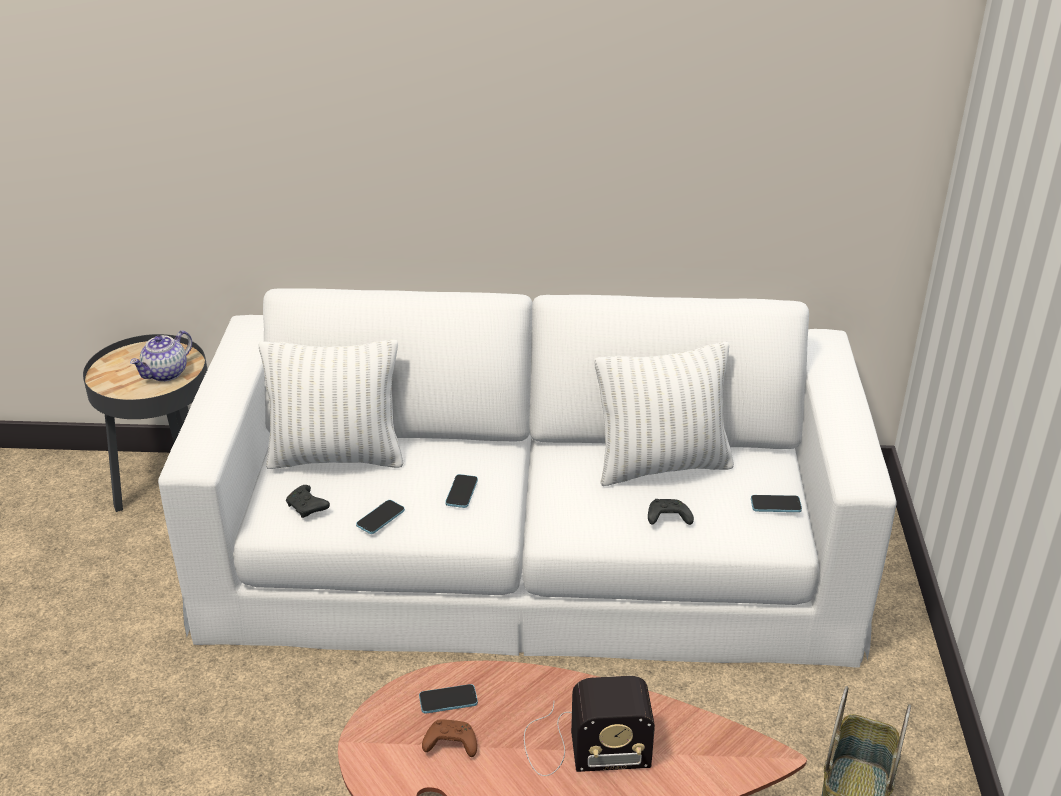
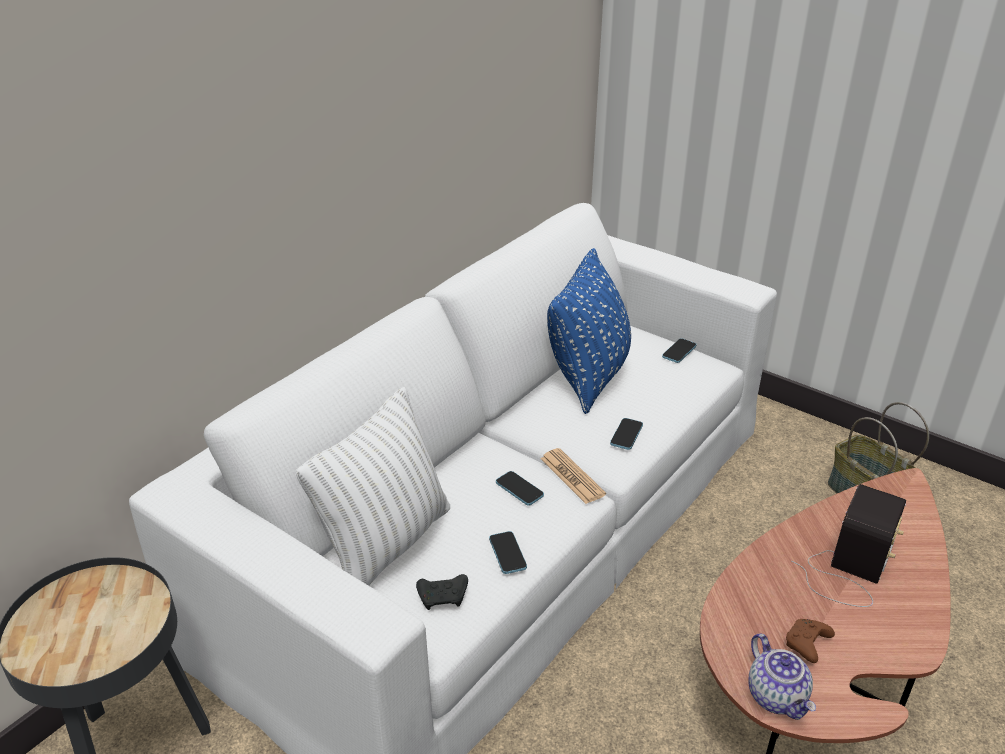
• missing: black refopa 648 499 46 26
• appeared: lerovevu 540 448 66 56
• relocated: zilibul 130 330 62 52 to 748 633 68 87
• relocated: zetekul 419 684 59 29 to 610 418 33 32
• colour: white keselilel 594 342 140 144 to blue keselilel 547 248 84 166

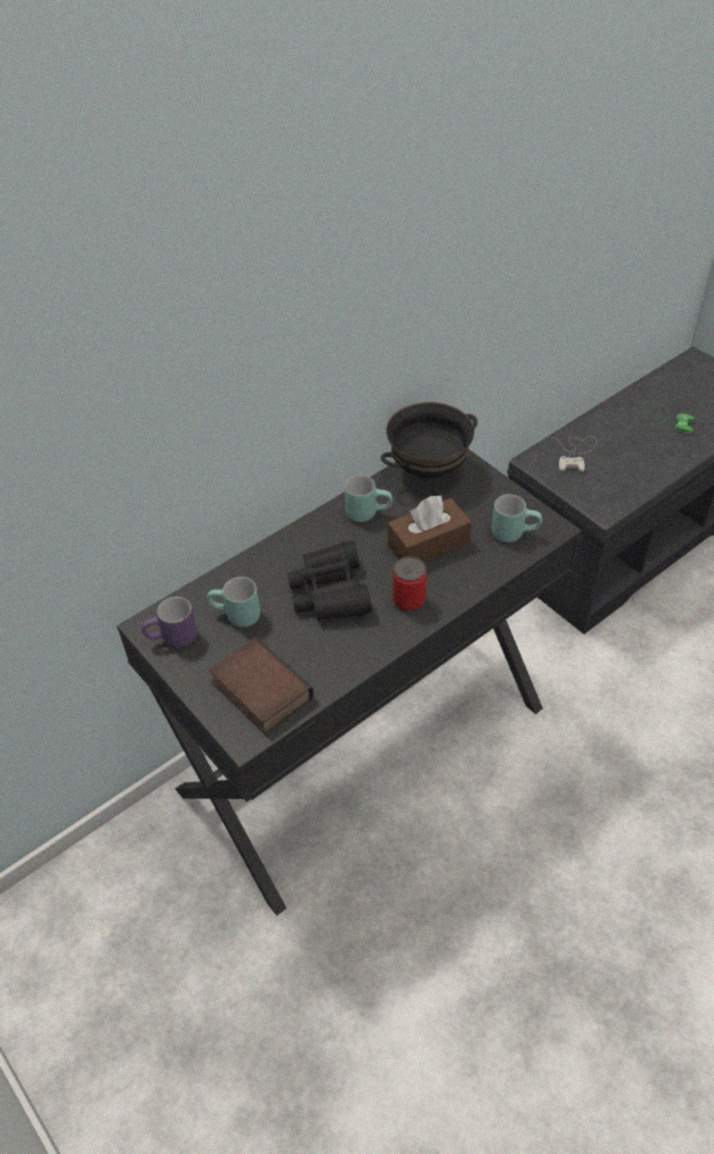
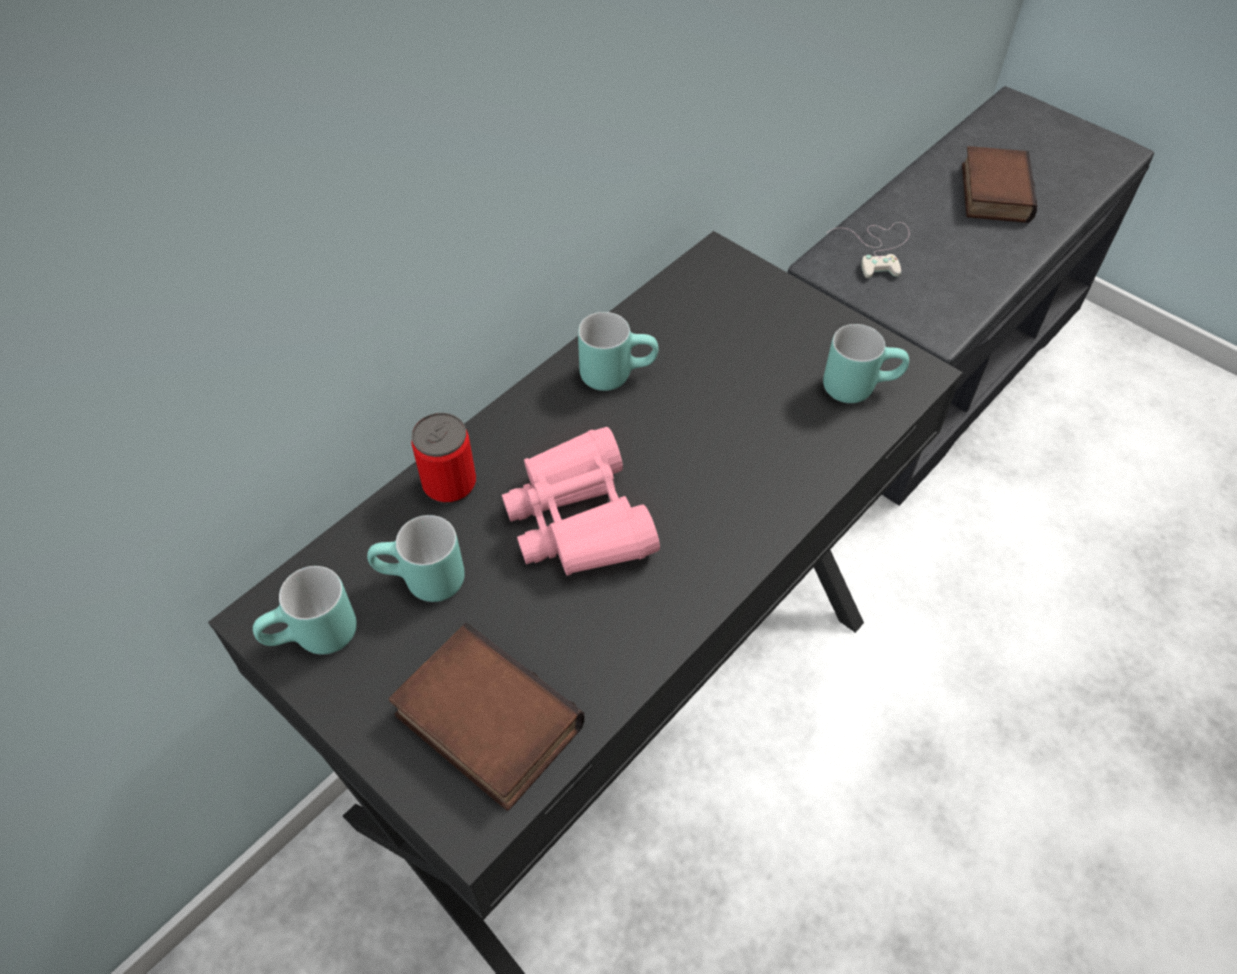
• missing: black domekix 381 402 97 80
• missing: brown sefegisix 387 496 84 66
• relocated: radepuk 393 556 34 56 to 411 413 65 91
• exchanged: green refopa 642 401 52 35 to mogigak 962 146 75 77
• colour: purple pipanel 141 597 56 51 to turquoise pipanel 253 566 104 89
• colour: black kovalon 287 541 85 79 to pink kovalon 502 427 158 149

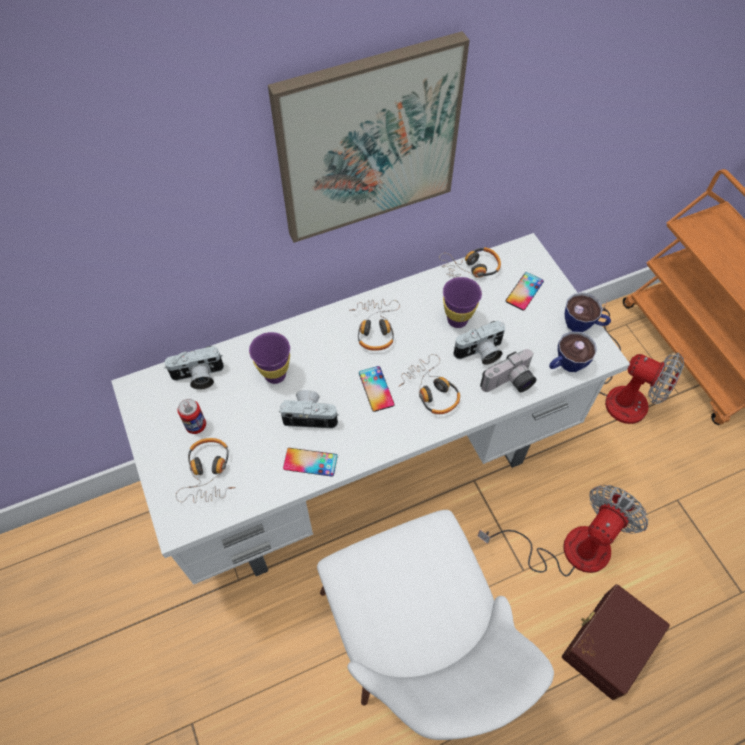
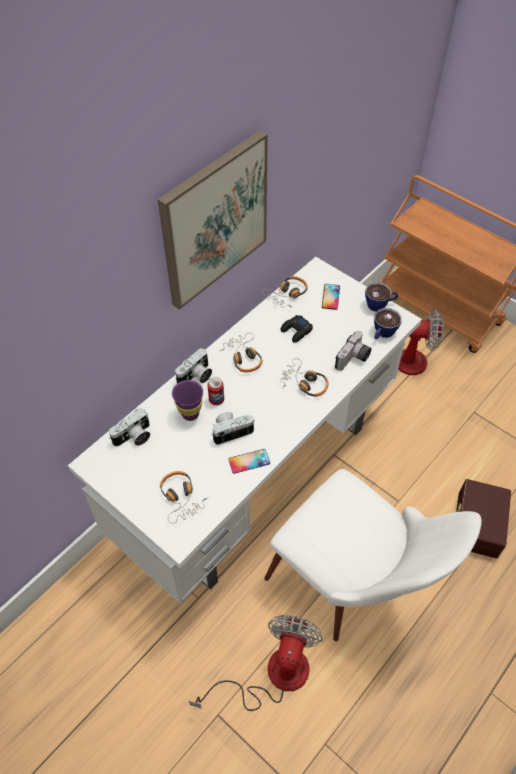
• missing: zetekul 359 366 36 46
• relocated: radepuk 177 399 29 35 to 207 377 17 28
• relocated: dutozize 453 320 52 45 to 175 348 37 35
• relocated: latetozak 478 485 170 91 to 189 615 134 96
• exchanged: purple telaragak 443 277 39 51 to black refopa 281 315 32 28

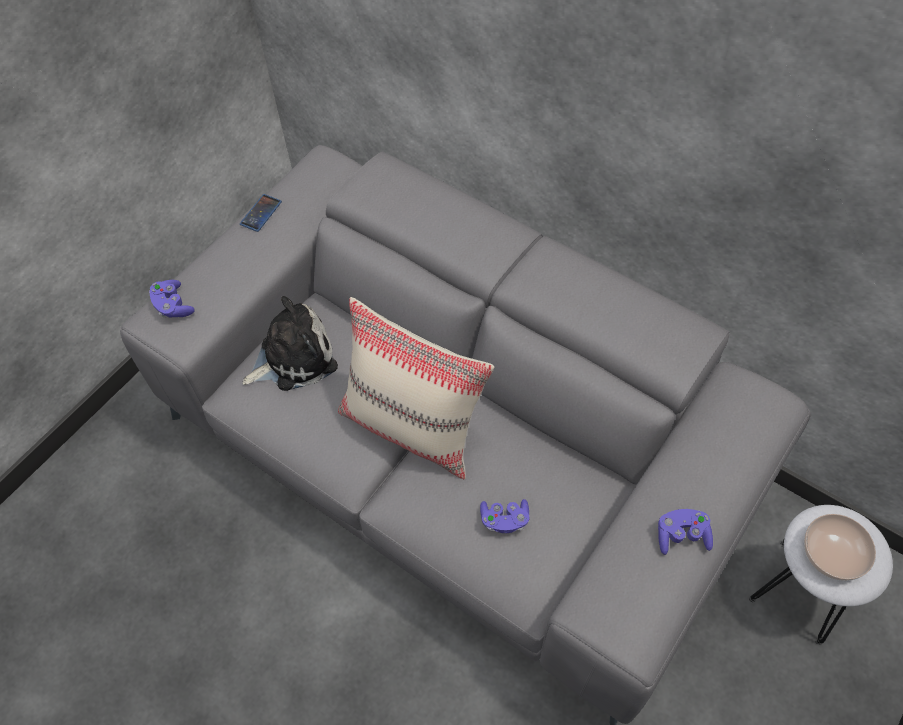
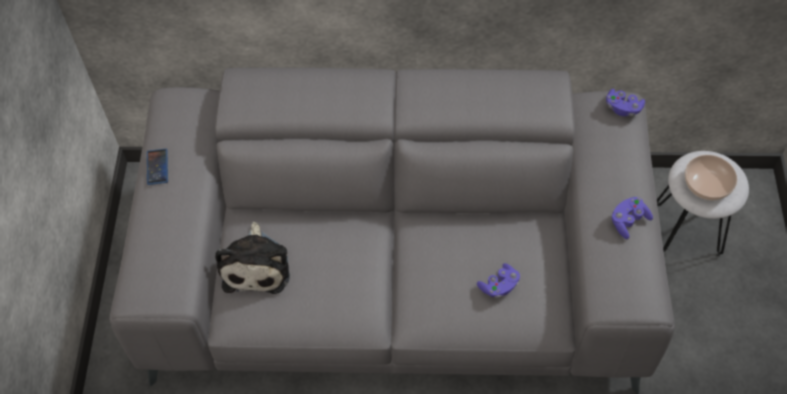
• missing: beige keselilel 338 297 157 183
• relocated: purple refopa 149 280 46 37 to 606 89 39 27
• spun: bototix 242 296 96 95 = 215 221 75 73 150 degrees clockwise

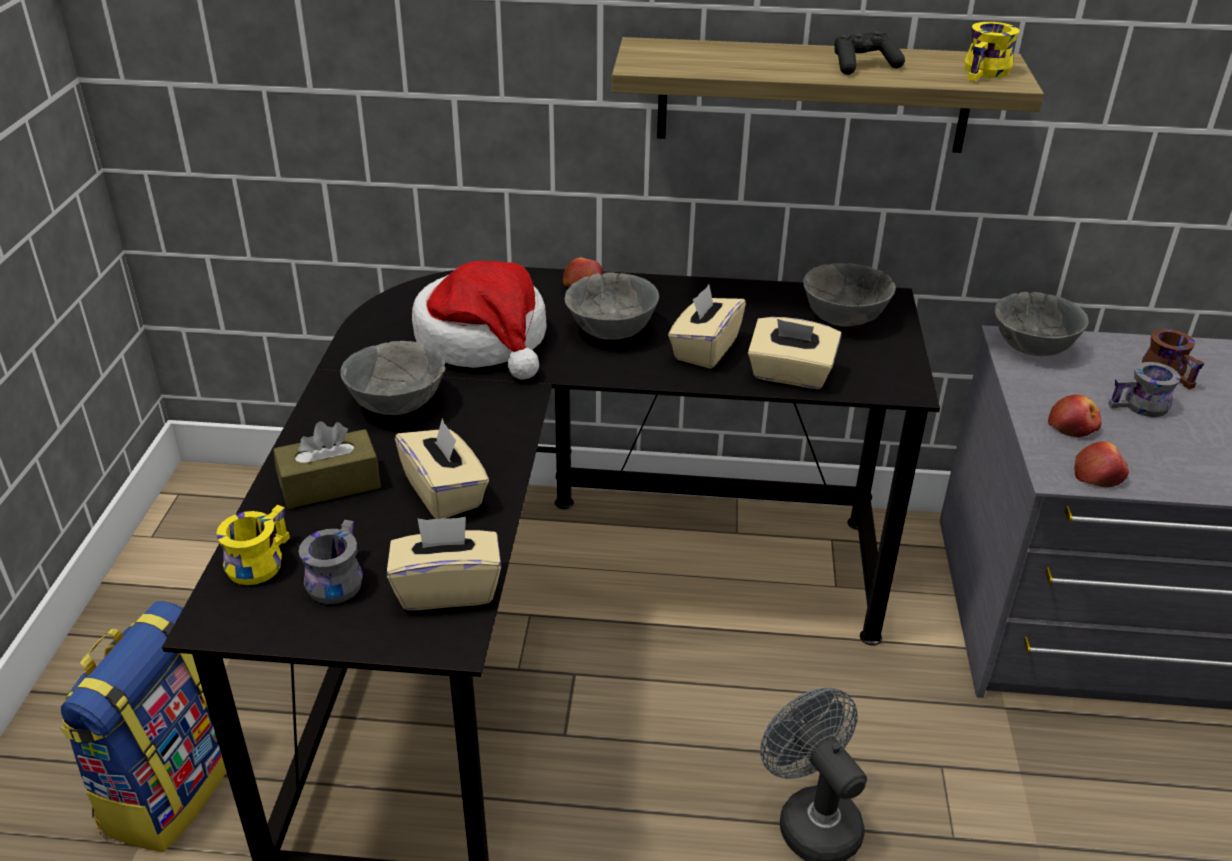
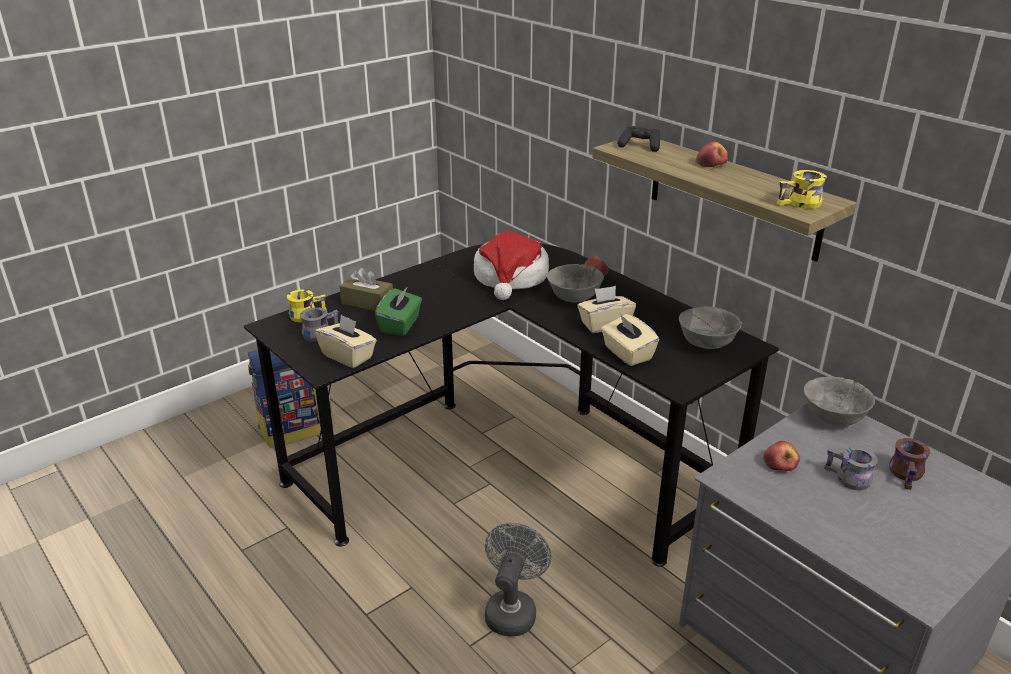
• missing: grey domekix 341 341 104 74
• relocated: black refopa 834 31 71 44 to 617 126 43 26
• relocated: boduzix 1074 441 55 46 to 695 142 33 25
• colour: beige sefegisix 395 418 94 101 to green sefegisix 375 286 47 50

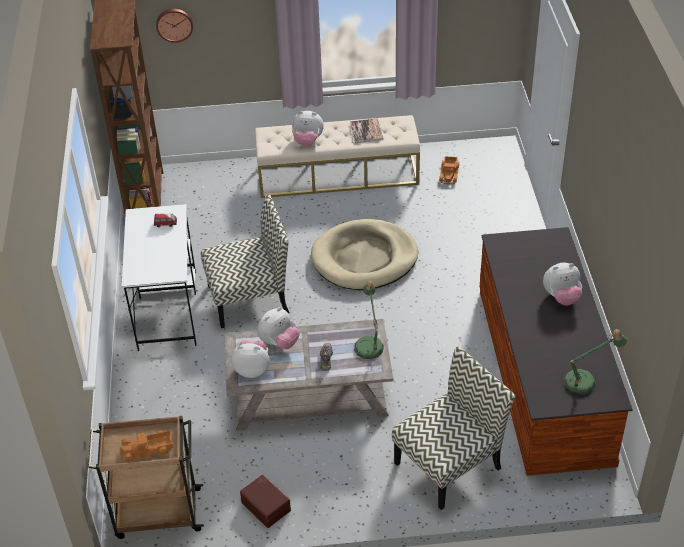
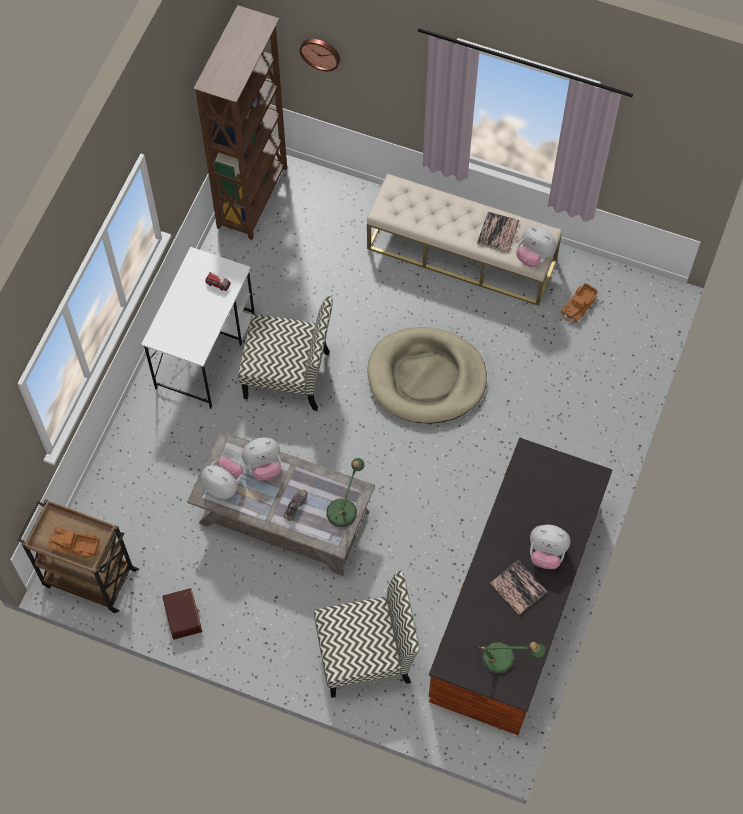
• appeared: mogigak 490 561 57 54
• relocated: bototix 292 111 32 35 to 516 226 40 41

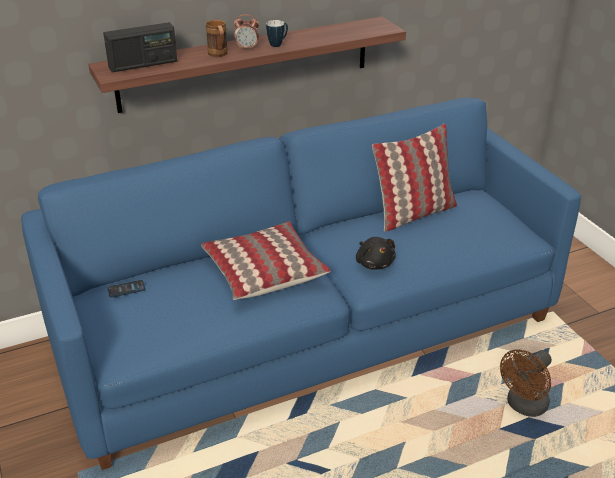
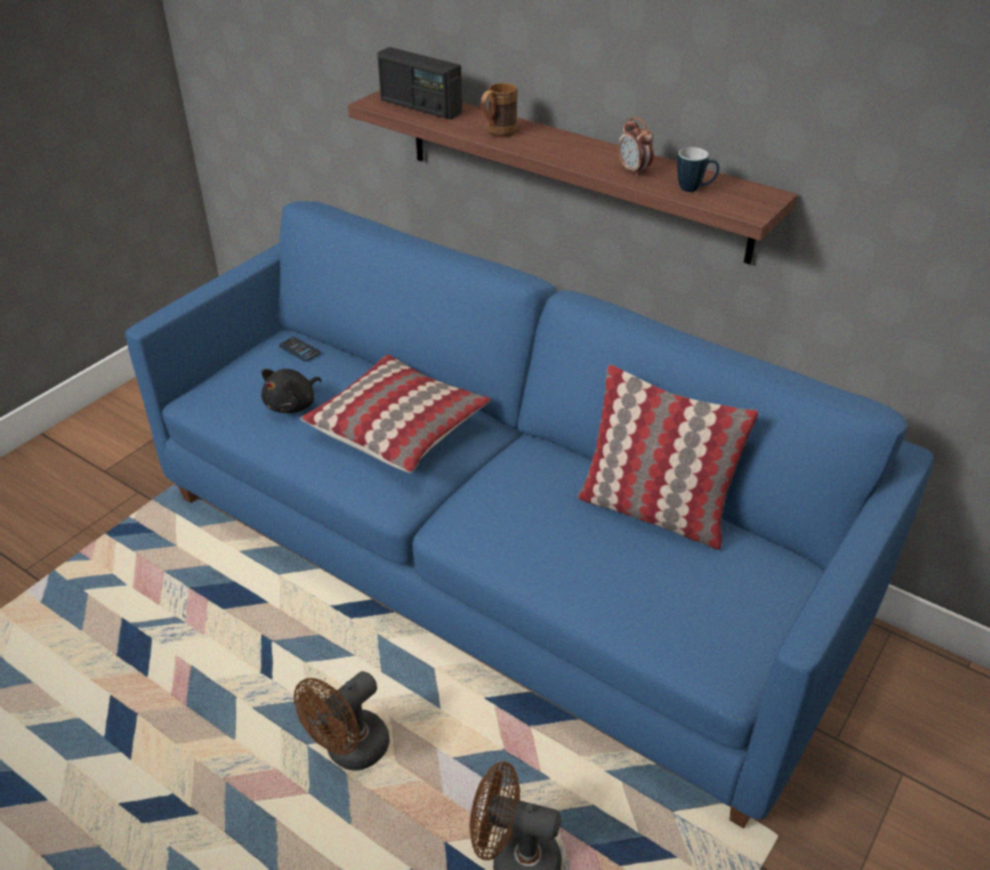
• appeared: brown latetozak 294 671 96 100
• relocated: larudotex 234 14 25 36 to 618 117 36 60
• relocated: pipanel 266 20 22 27 to 677 147 42 45
• relocated: black bototix 356 237 40 33 to 261 369 60 44

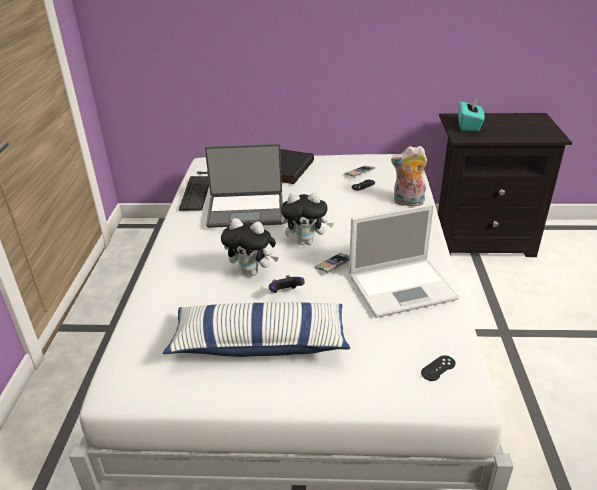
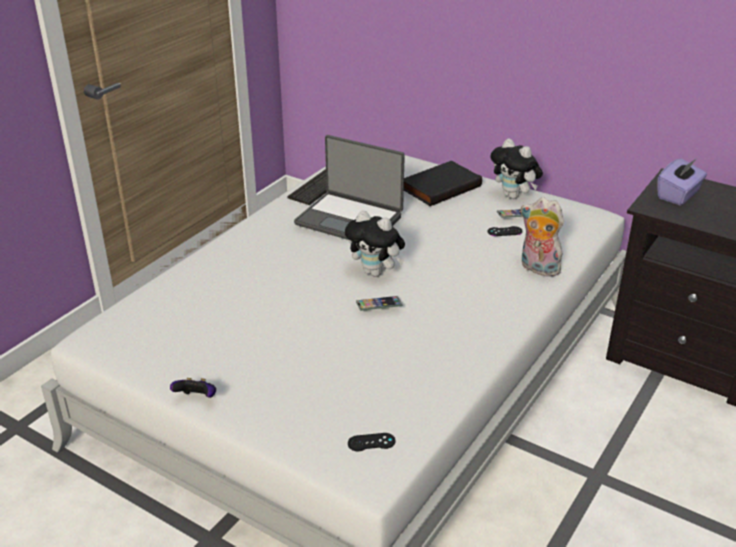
• missing: keselilel 163 302 187 55
• missing: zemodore 349 204 110 114
• relocated: bototix 221 218 58 58 to 491 138 52 61
• relocated: refopa 269 275 36 18 to 170 378 46 20
• colour: turquoise sefegisix 458 98 27 34 to purple sefegisix 657 158 50 48

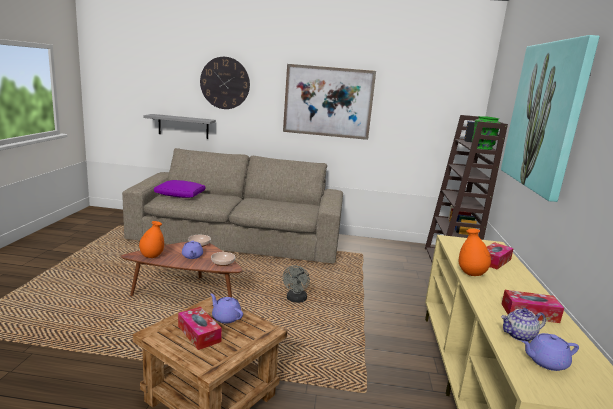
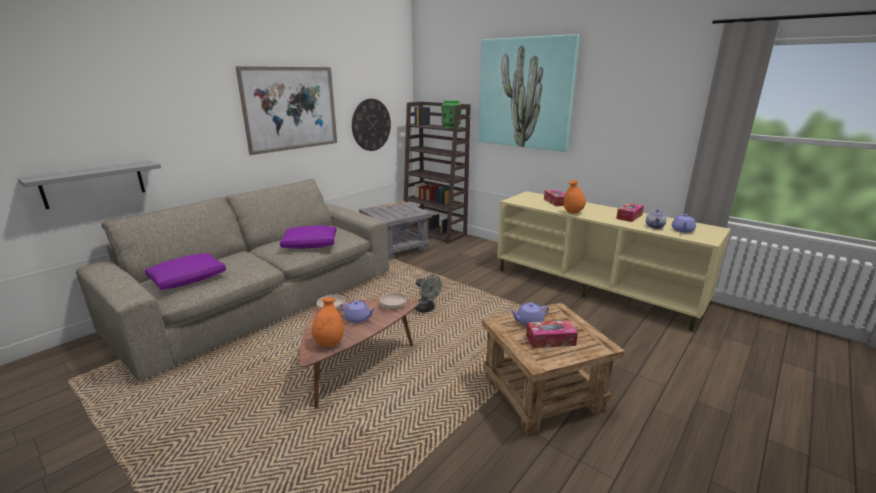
• appeared: purple keselilel 280 226 57 23
• appeared: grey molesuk 359 201 73 59
• relocated: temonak 200 57 50 52 to 352 99 39 52

